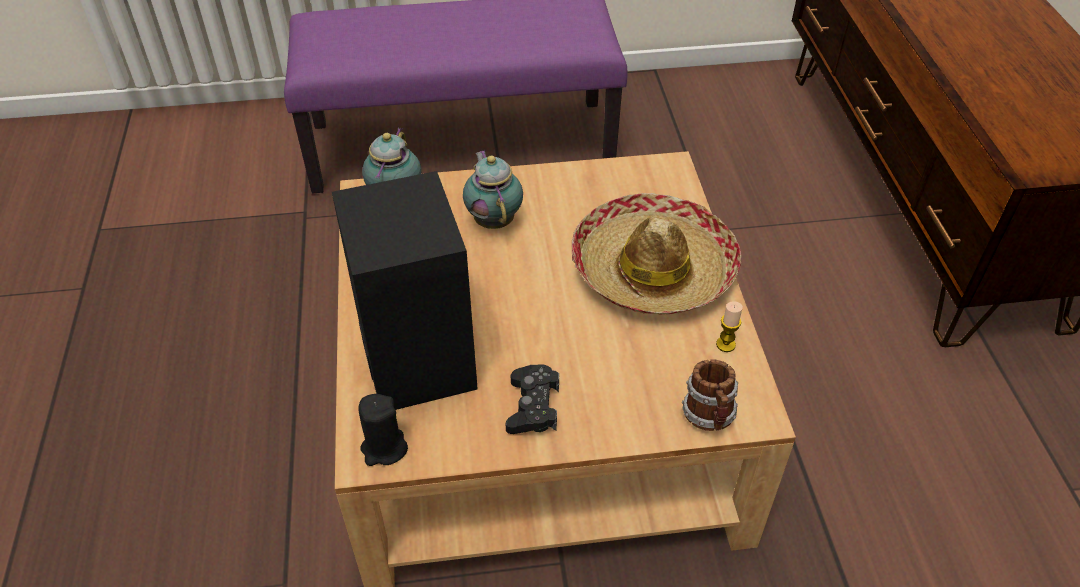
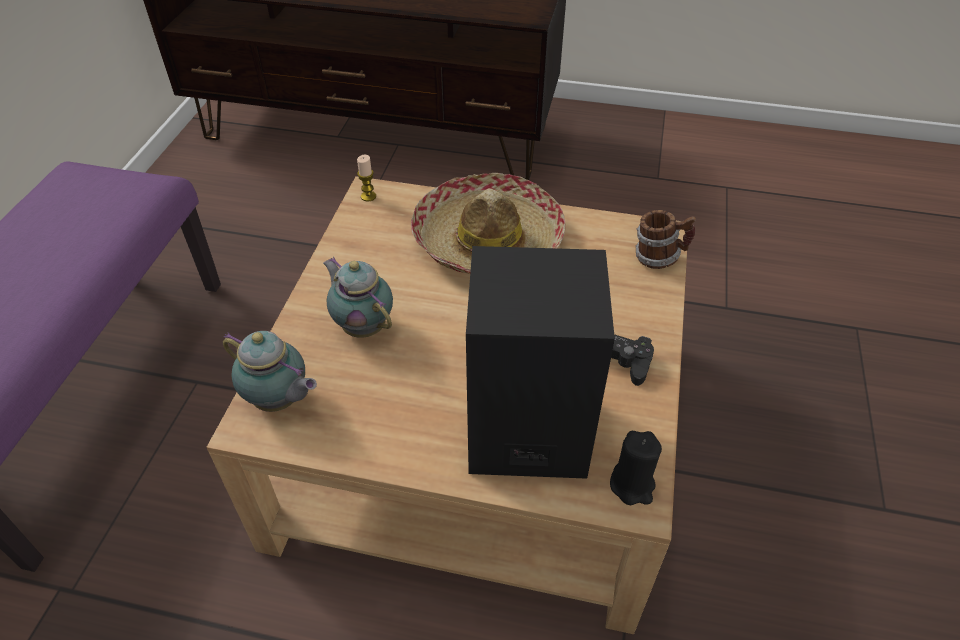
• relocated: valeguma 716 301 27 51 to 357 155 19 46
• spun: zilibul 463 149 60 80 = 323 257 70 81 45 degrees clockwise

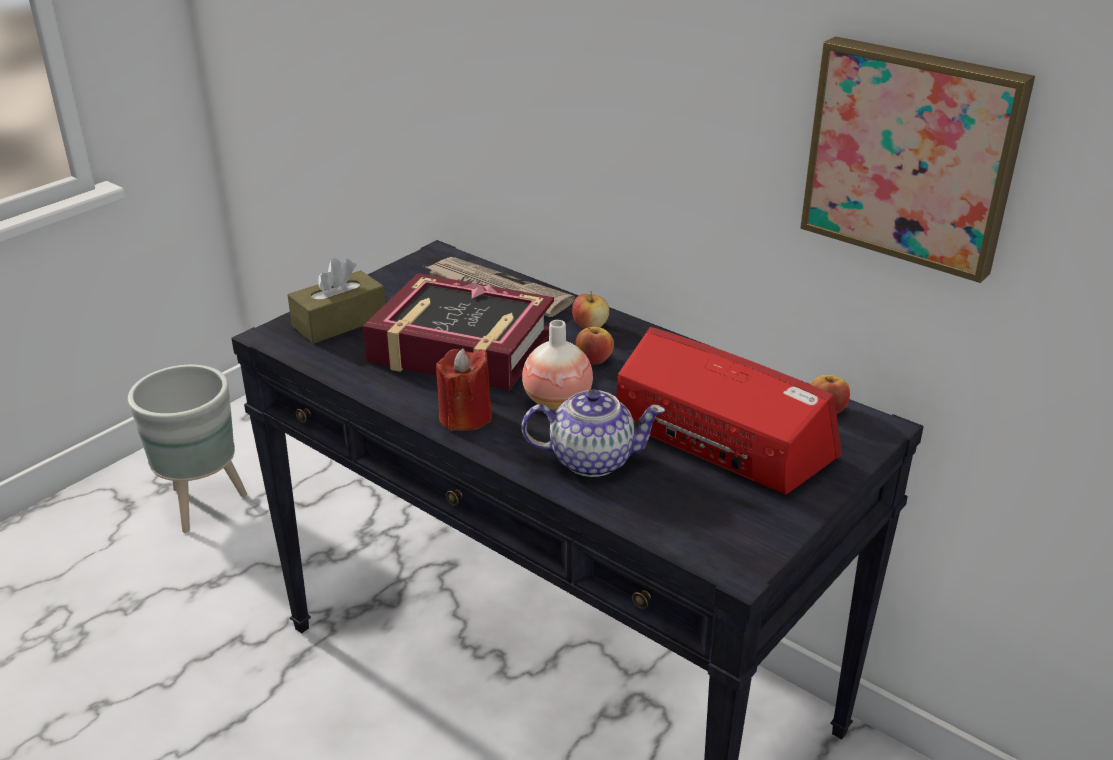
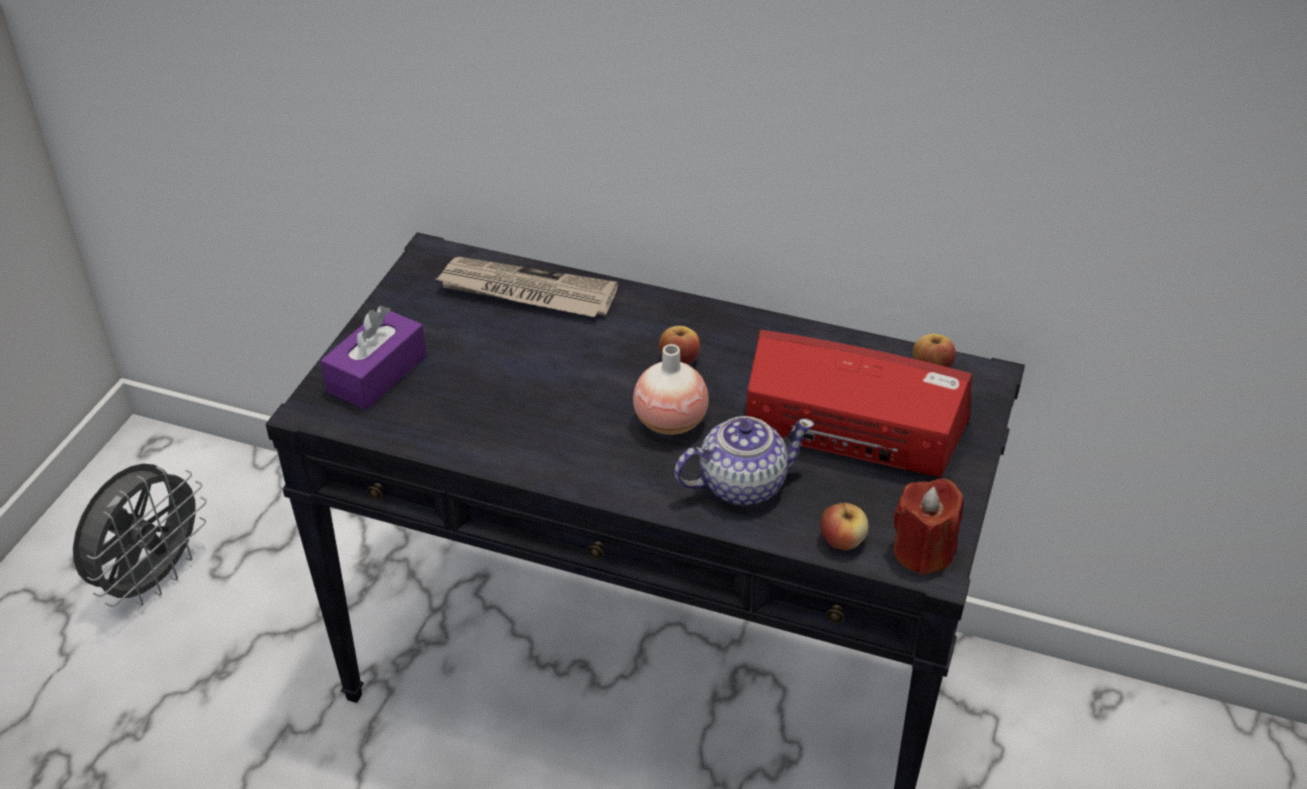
• missing: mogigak 363 273 191 118
• missing: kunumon 800 36 235 247
• relocated: red valeguma 436 349 56 82 to 893 478 71 98
• relocated: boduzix 572 291 37 38 to 820 503 49 47
• exchanged: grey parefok 128 365 119 168 to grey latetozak 73 463 134 144
• colour: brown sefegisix 287 258 98 86 to purple sefegisix 320 305 107 105

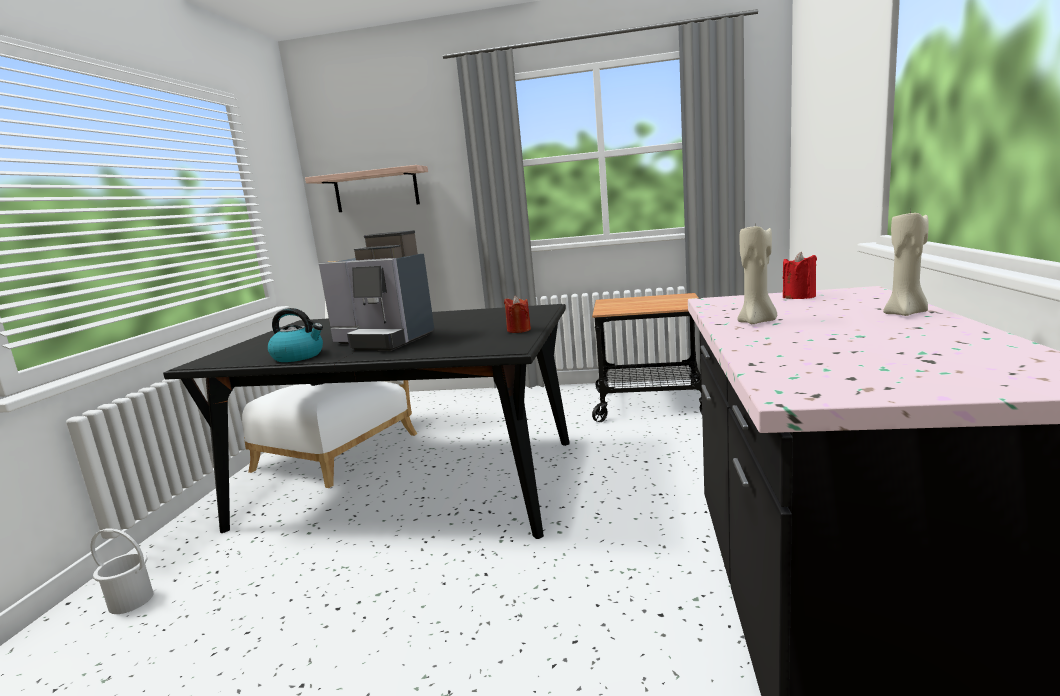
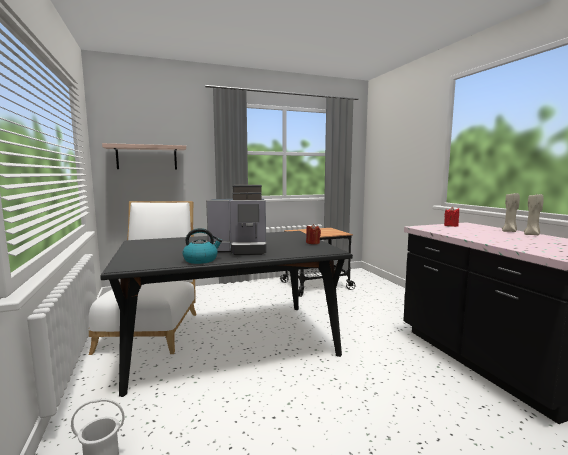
• relocated: beige valeguma 737 222 40 102 to 524 194 20 41

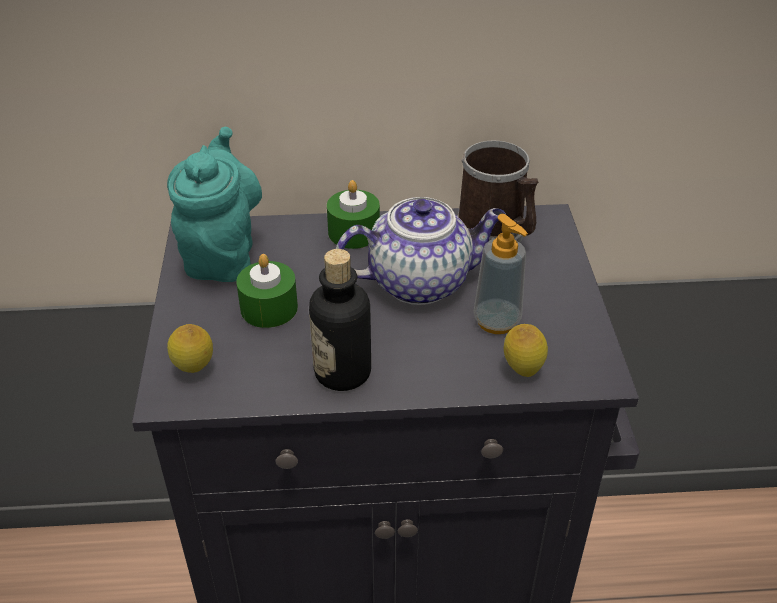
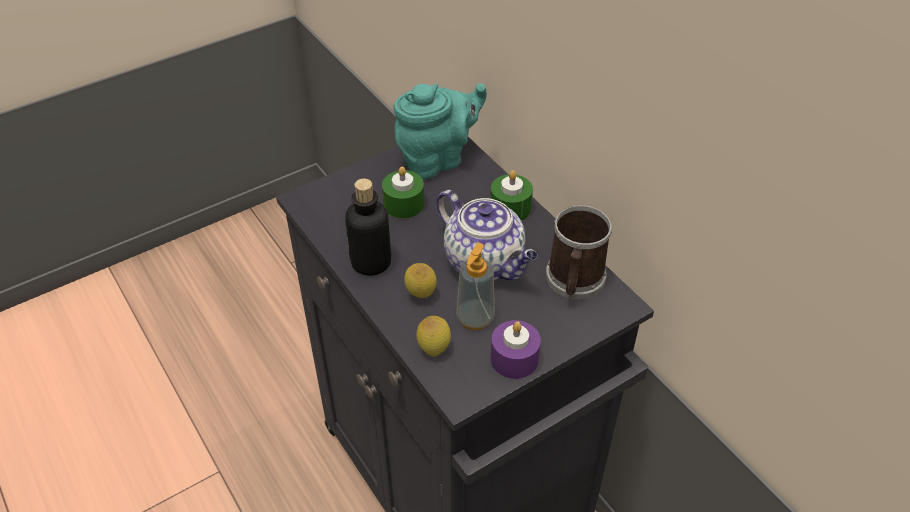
• appeared: purple valeguma 491 320 50 59
• relocated: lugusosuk 167 324 46 49 to 404 263 33 35

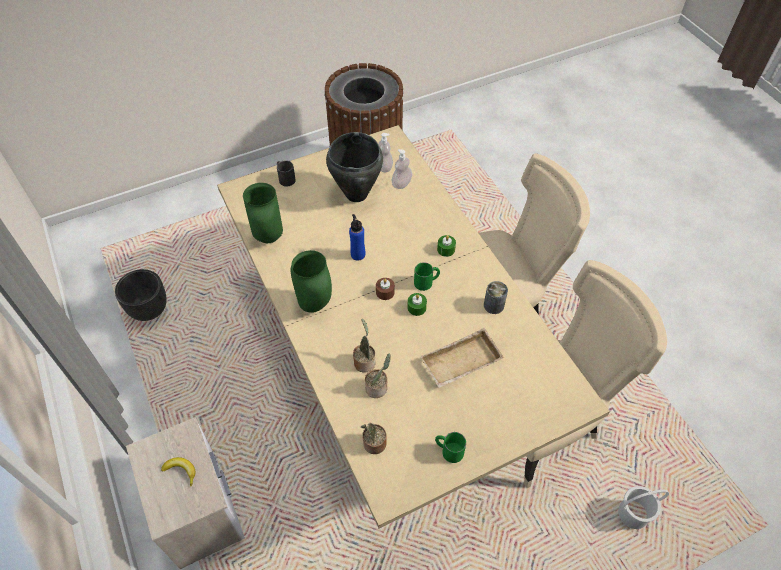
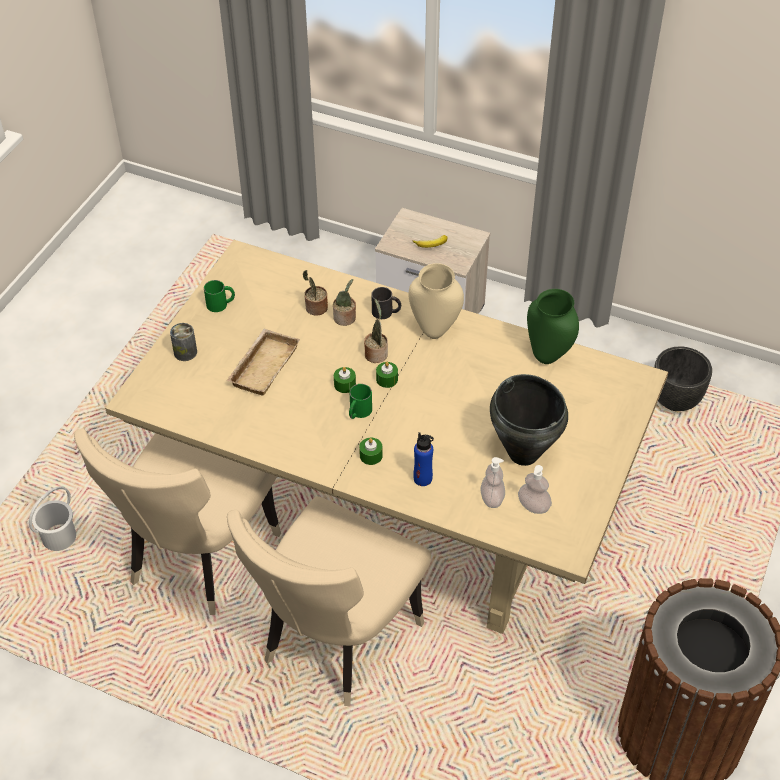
• relocated: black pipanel 277 160 19 27 to 371 287 30 32
• relocated: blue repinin 349 214 16 47 to 413 432 21 54
• relocated: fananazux 360 423 27 31 to 364 299 24 64
• relocated: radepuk 484 281 24 33 to 170 323 27 38
• colour: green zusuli 291 250 41 63 to beige zusuli 409 263 55 76
• colour: brown valeguma 376 278 19 22 to green valeguma 376 362 22 26

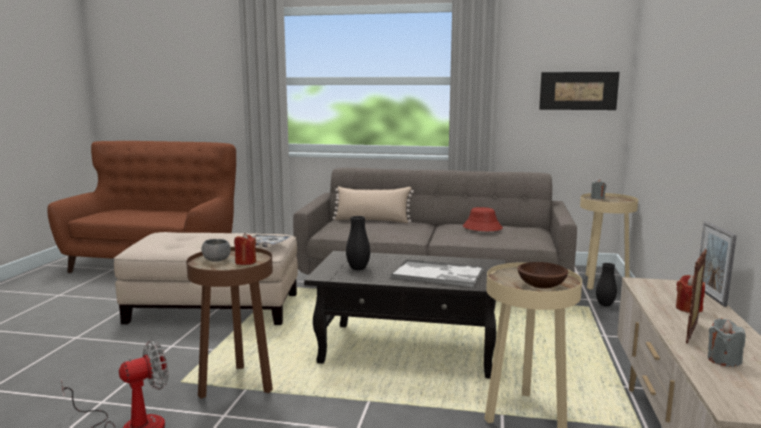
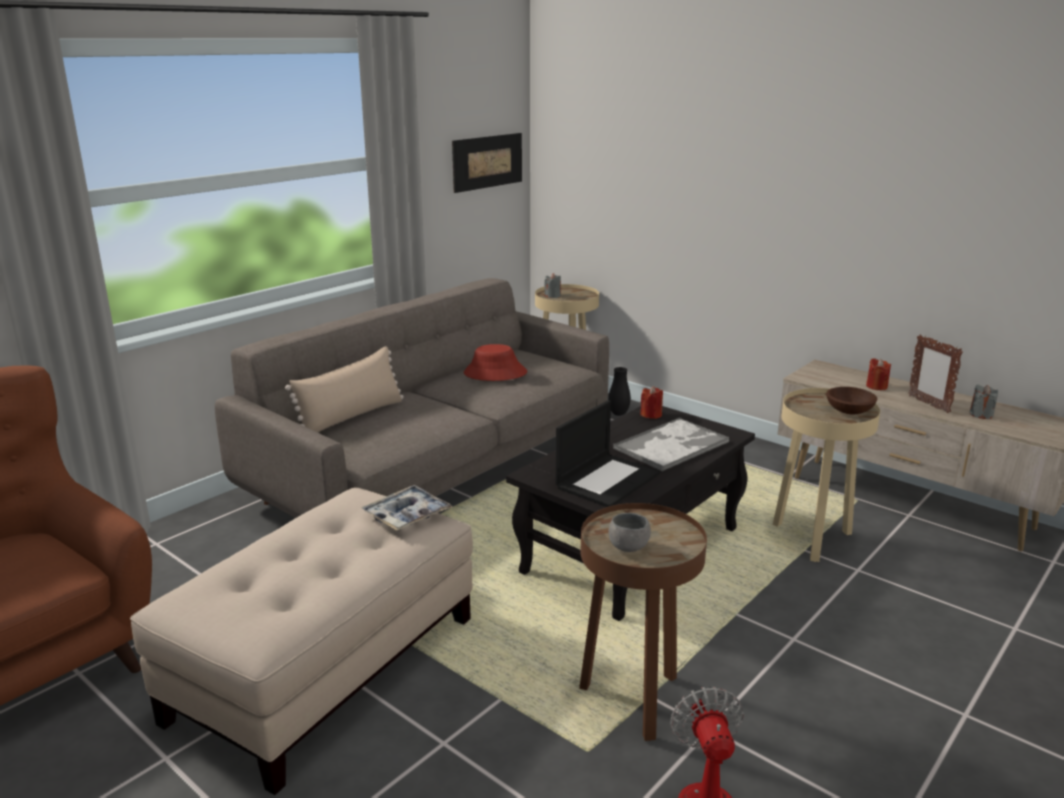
• missing: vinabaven 699 222 38 85
• relocated: red valeguma 234 233 22 32 to 640 386 23 33
• exchanged: black zusuli 346 216 24 54 to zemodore 556 400 104 107

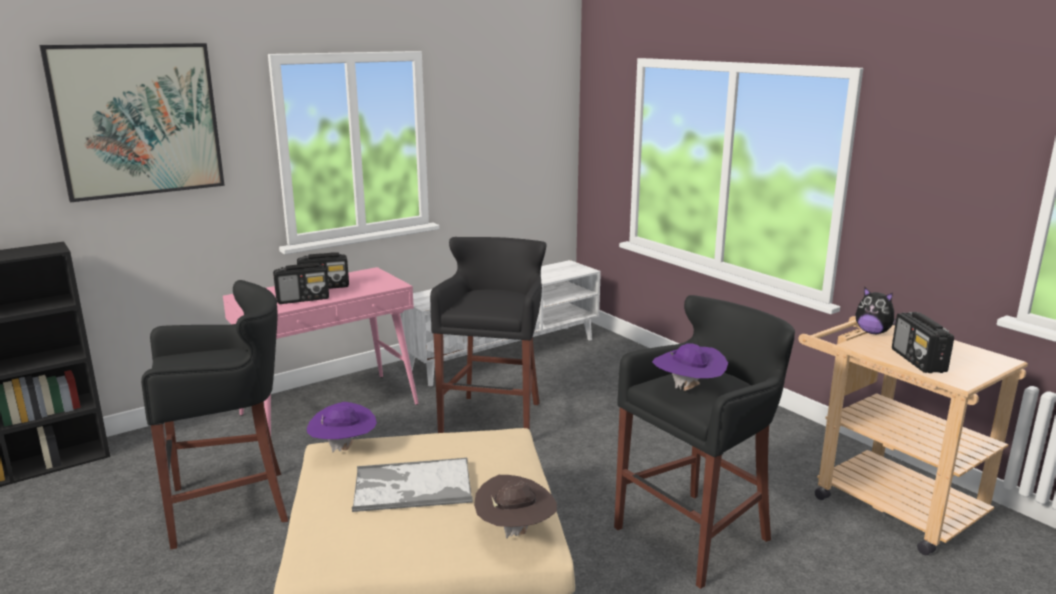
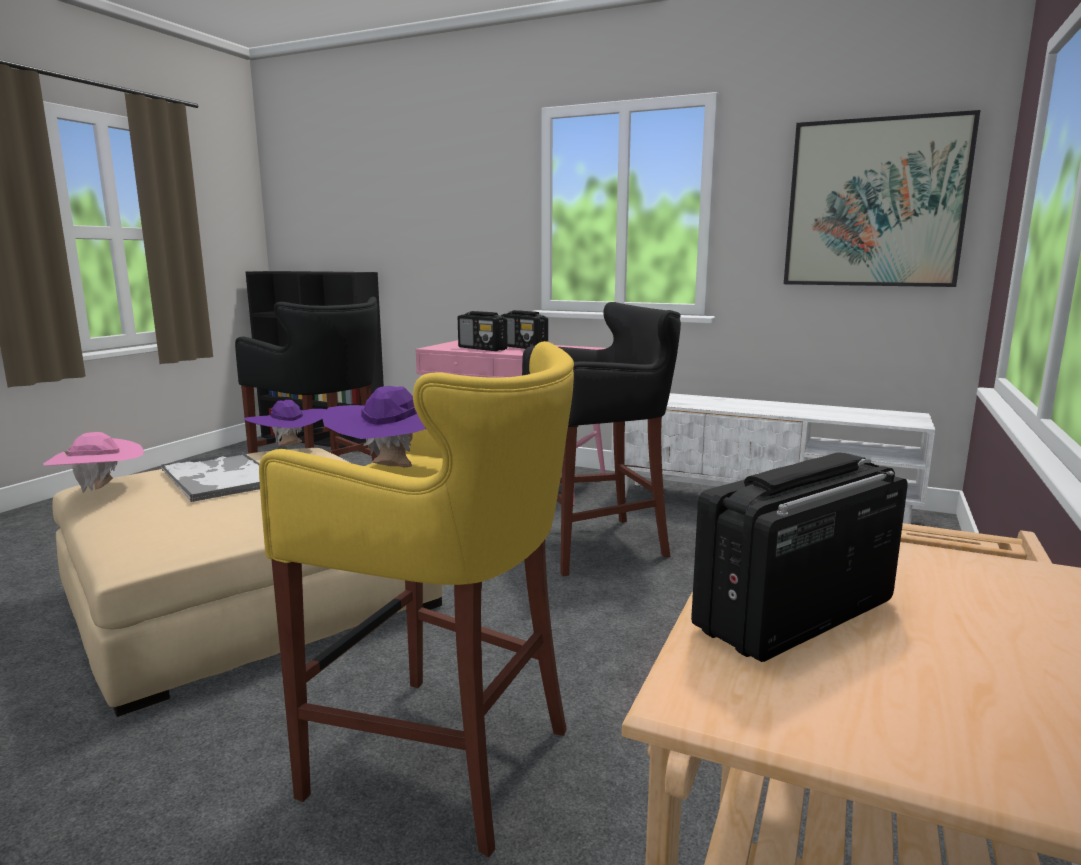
• missing: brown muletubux 474 475 83 64
• missing: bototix 856 288 40 46
• appeared: pink muletubux 43 432 101 61
• relocated: kunumon 39 43 186 159 to 784 110 196 177
• colour: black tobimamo 614 295 181 294 to yellow tobimamo 259 341 315 517

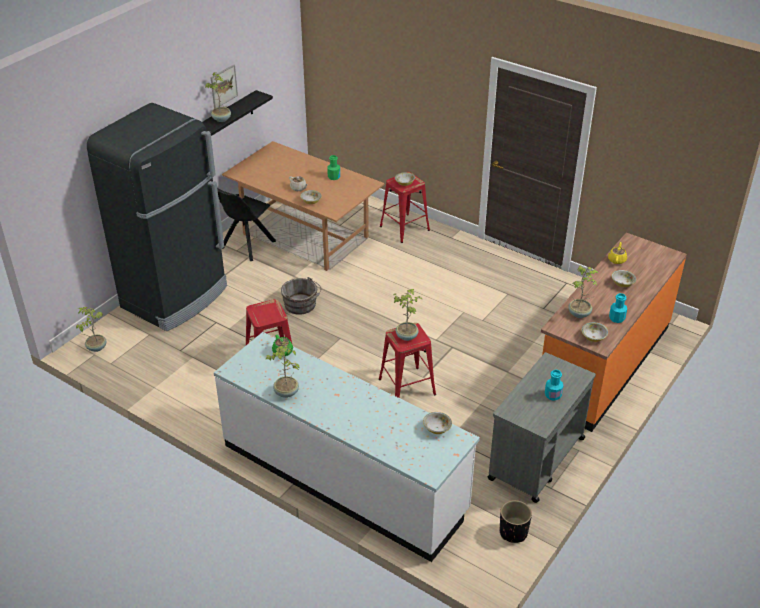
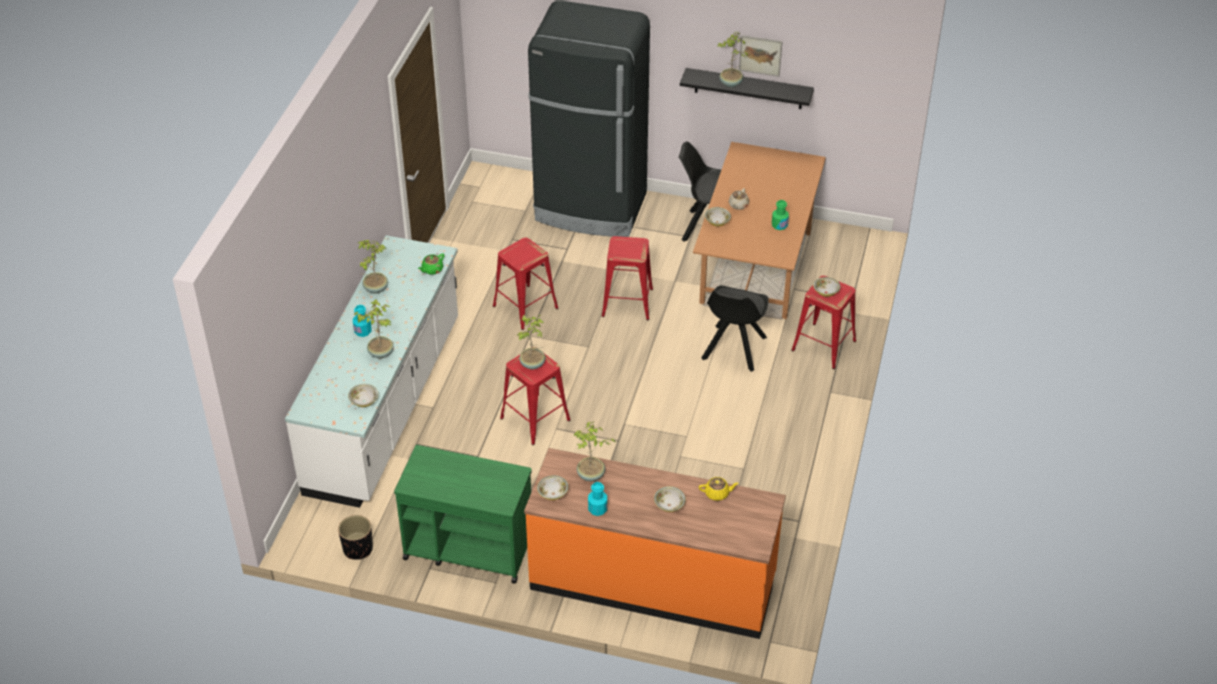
• appeared: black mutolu 702 285 67 87
• relocated: fananazux 76 307 30 45 to 354 299 40 60
• relocated: turquoise repinin 545 370 18 31 to 353 305 19 32
• exchanged: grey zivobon 281 277 40 38 to red tobimamo 602 236 51 84
• colour: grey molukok 488 352 108 151 to green molukok 394 445 138 139

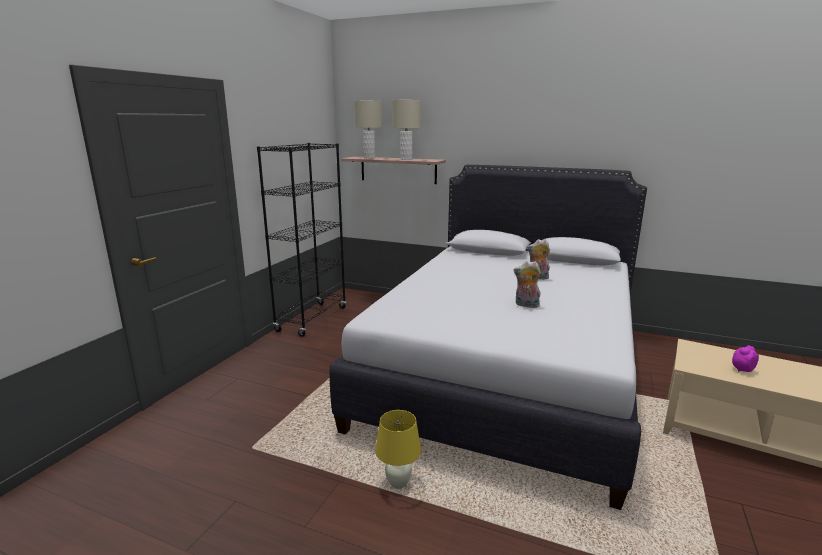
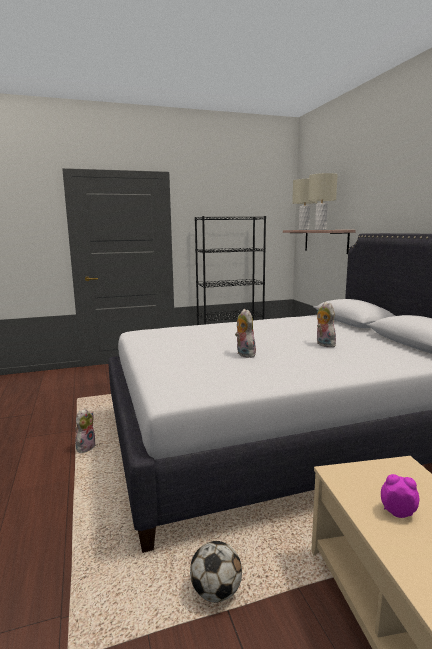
• appeared: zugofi 190 541 52 62
• exchanged: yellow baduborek 375 410 46 79 to bototix 76 408 20 45

